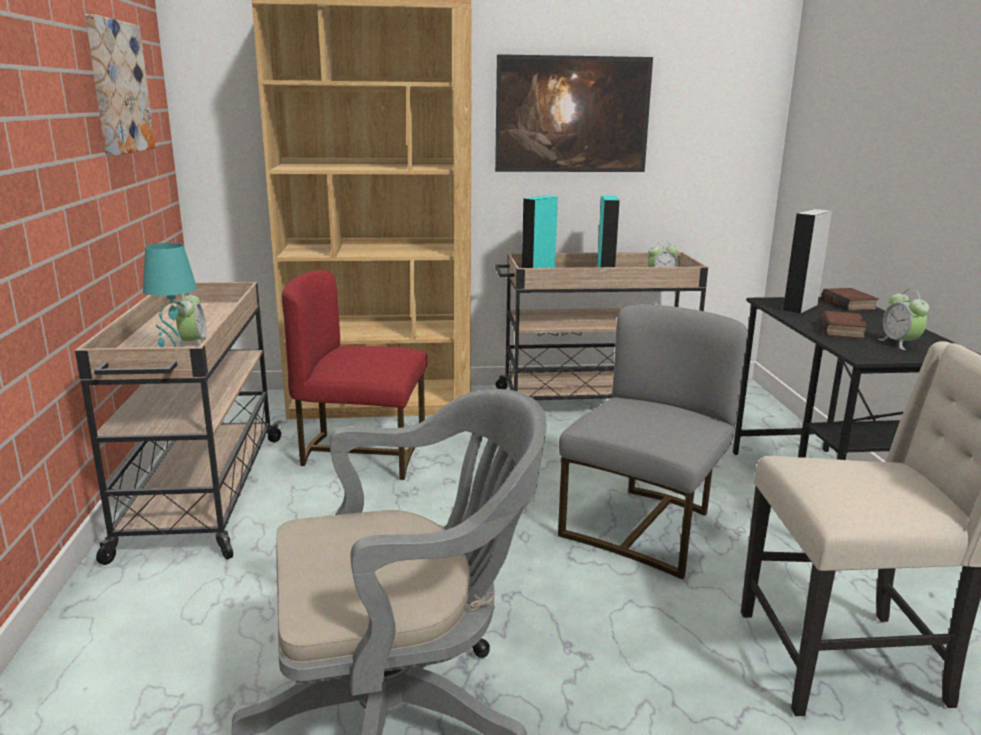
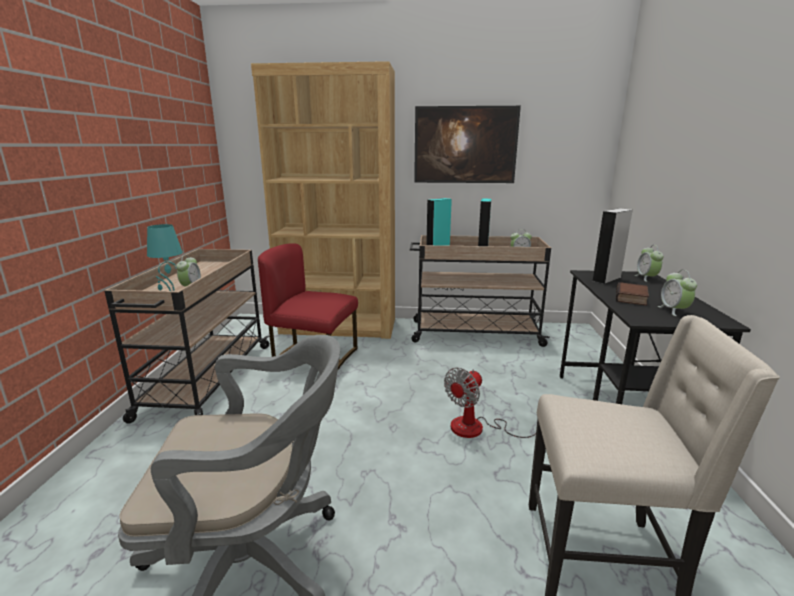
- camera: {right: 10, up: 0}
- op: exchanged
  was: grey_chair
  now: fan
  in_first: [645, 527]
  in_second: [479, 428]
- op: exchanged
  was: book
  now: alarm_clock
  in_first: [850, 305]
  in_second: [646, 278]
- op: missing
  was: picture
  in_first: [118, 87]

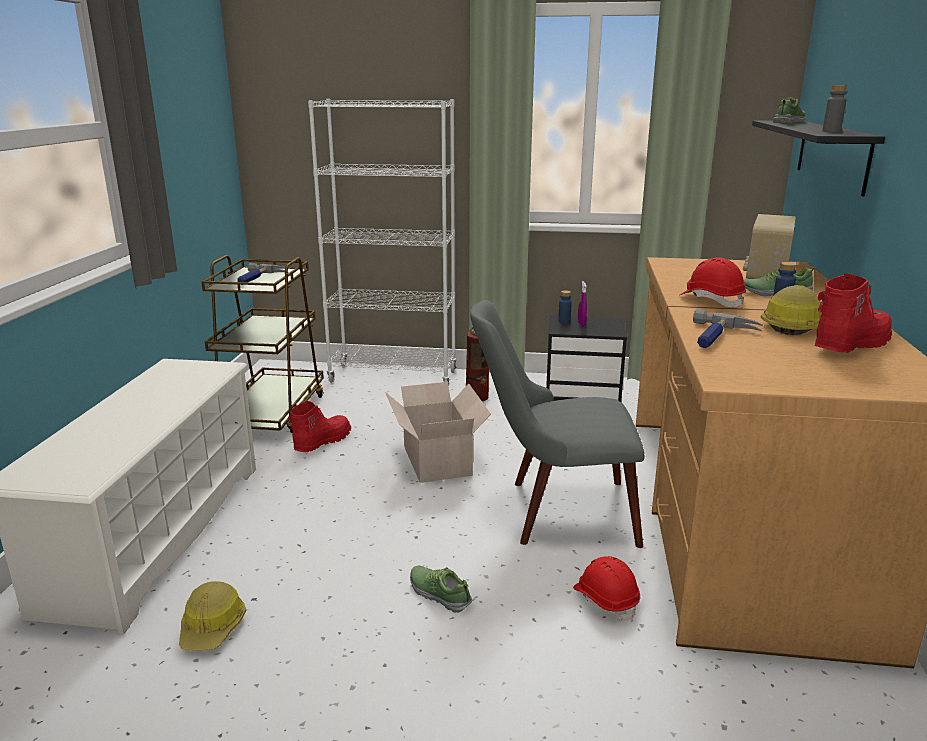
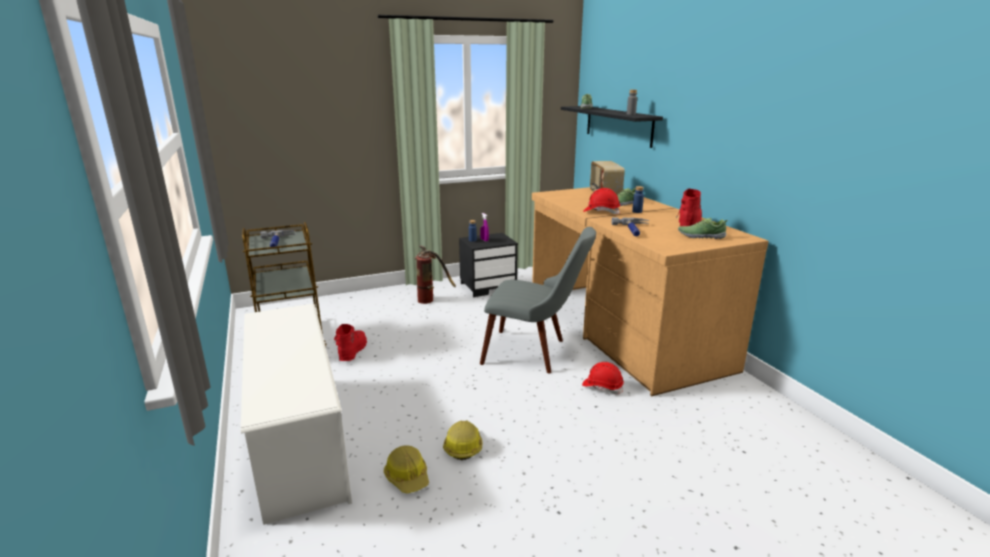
- camera: {right: -30, up: 0}
- op: relocated
  was: hard_hat
  in_first: [792, 325]
  in_second: [463, 446]
- op: spun
  was: grey_chair
  in_first: [553, 512]
  in_second: [535, 352]
  clockwise: -135
- op: relocated
  was: shoe
  in_first: [439, 594]
  in_second: [701, 236]
- op: missing
  was: white_bookcase
  in_first: [393, 377]
- op: missing
  was: cardboard_box
  in_first: [437, 459]

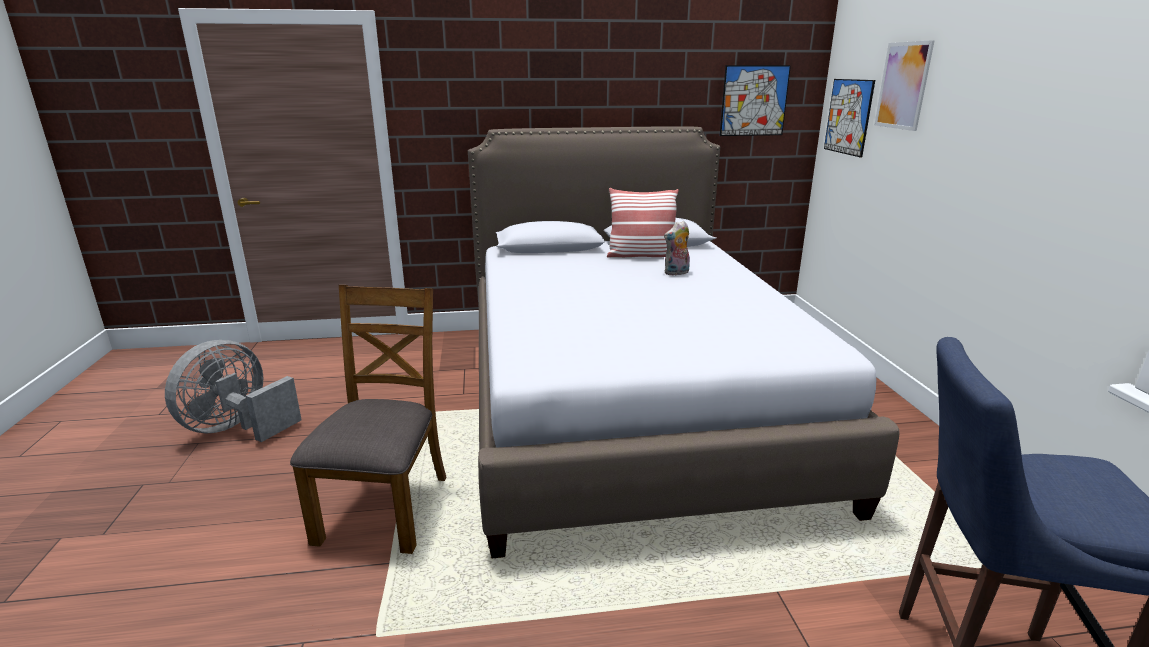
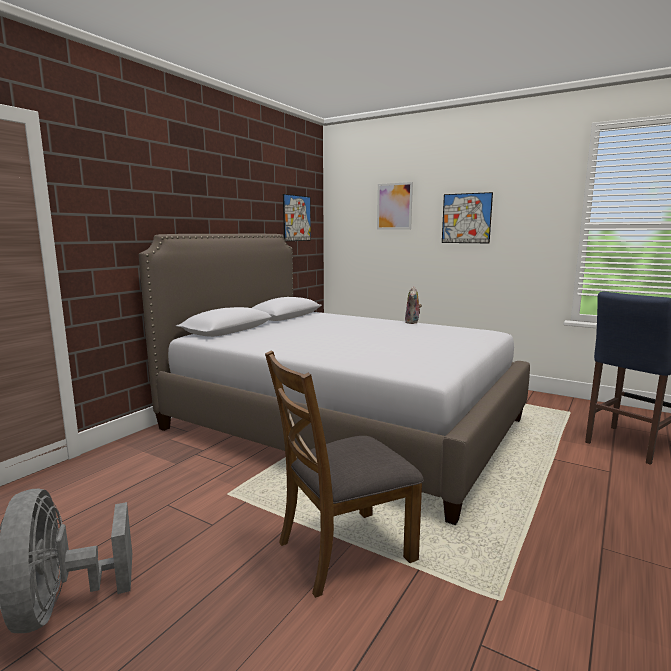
- camera: {right: -50, up: -10}
- op: spun
  was: brown_chair
  in_first: [385, 507]
  in_second: [344, 550]
  clockwise: -75
- op: relocated
  was: plush_toy
  in_first: [676, 273]
  in_second: [413, 322]
- op: relocated
  was: picture
  in_first: [848, 117]
  in_second: [466, 218]
- op: missing
  was: pillow
  in_first: [641, 255]

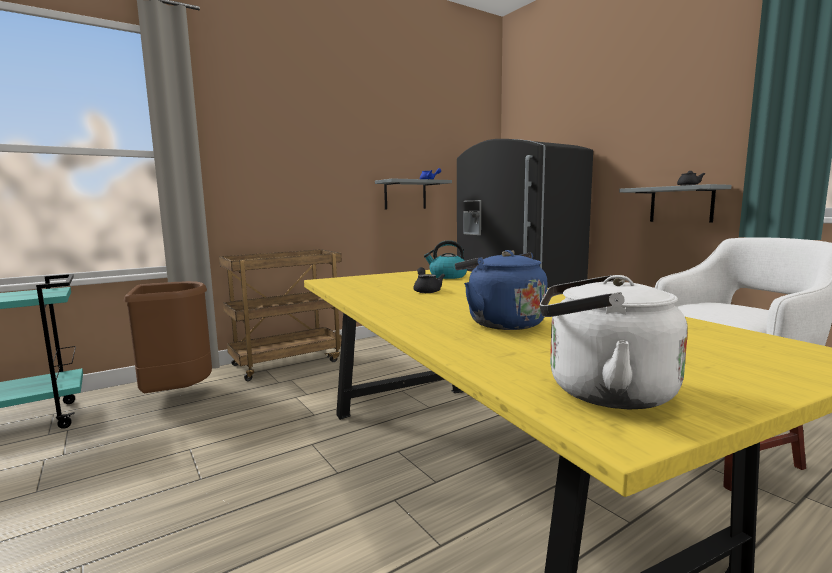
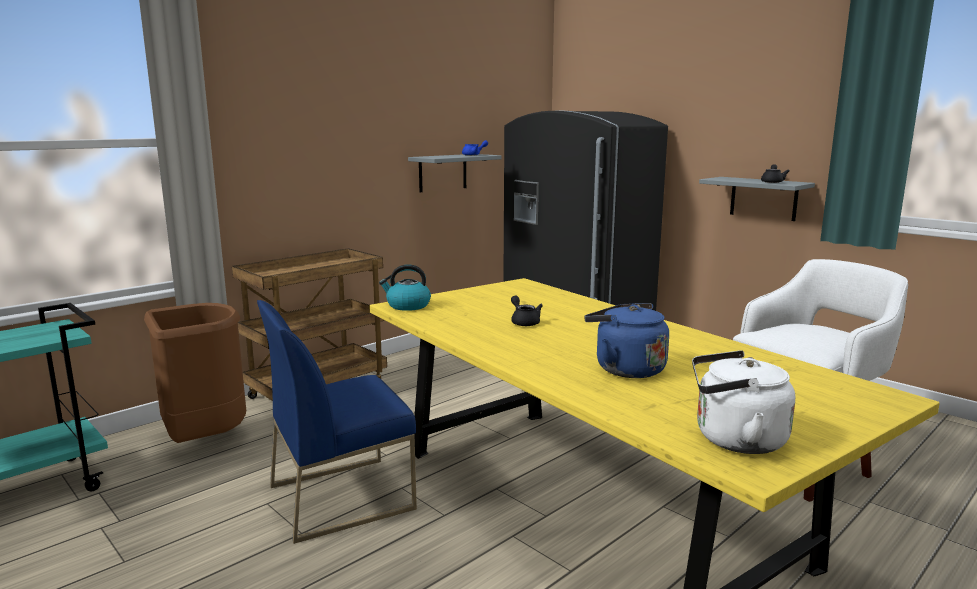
- camera: {right: -10, up: 5}
- op: appeared
  now: blue_chair
  in_second: [342, 496]
- op: relocated
  was: kettle
  in_first: [447, 276]
  in_second: [407, 306]

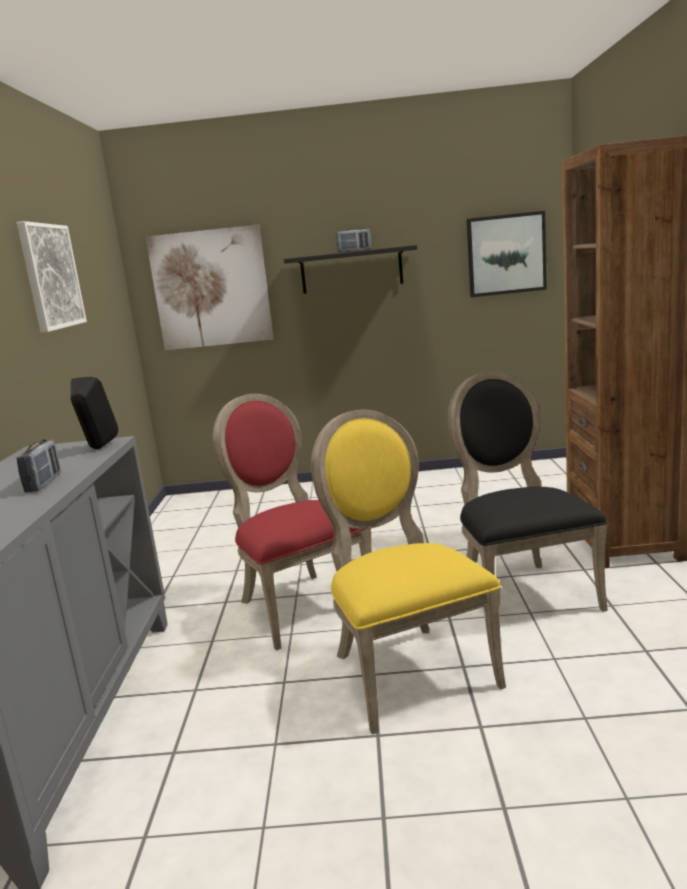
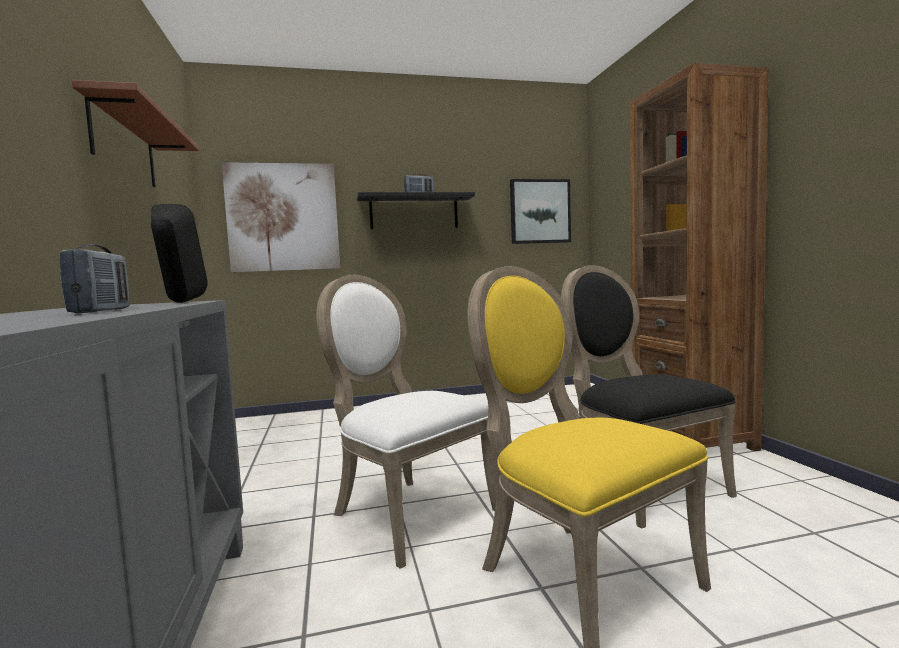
- camera: {right: -15, up: -10}
- op: exchanged
  was: picture
  now: brown_shelf
  in_first: [51, 276]
  in_second: [124, 145]
- op: colour
  was: red_chair
  now: white_chair
  in_first: [300, 604]
  in_second: [407, 513]

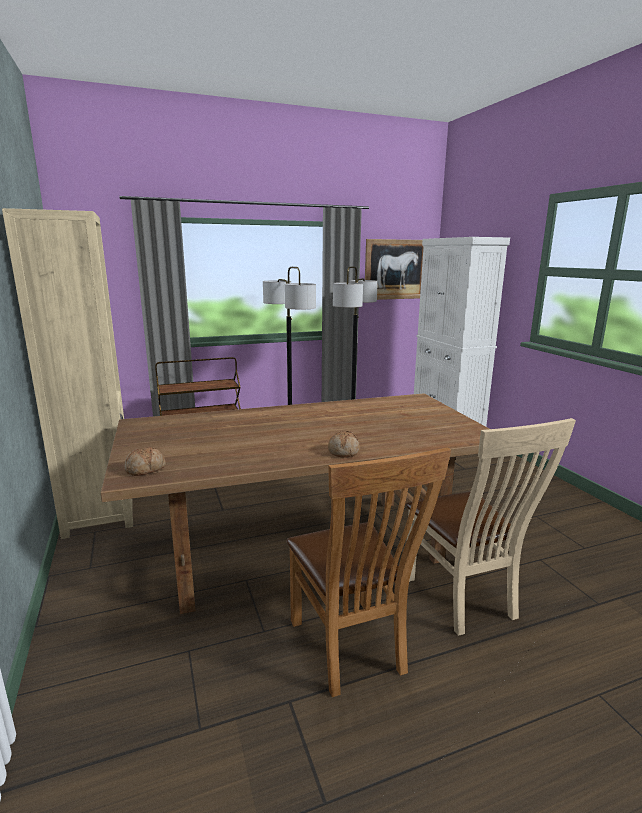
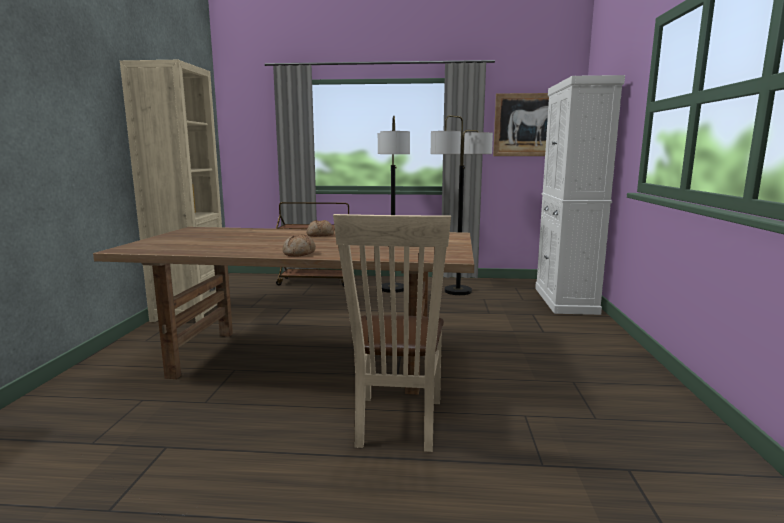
- camera: {right: 25, up: -5}
- op: relocated
  was: bread
  in_first: [145, 469]
  in_second: [320, 235]
- op: missing
  was: brown_chair
  in_first: [351, 650]

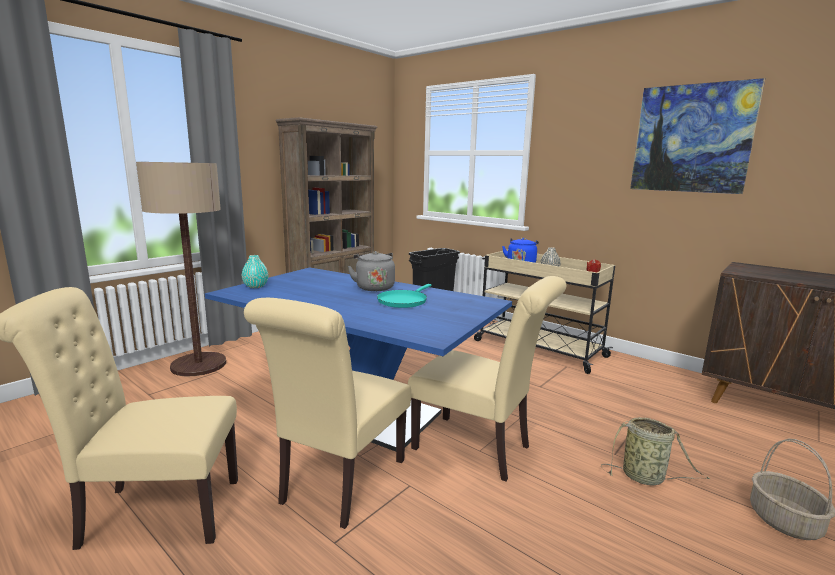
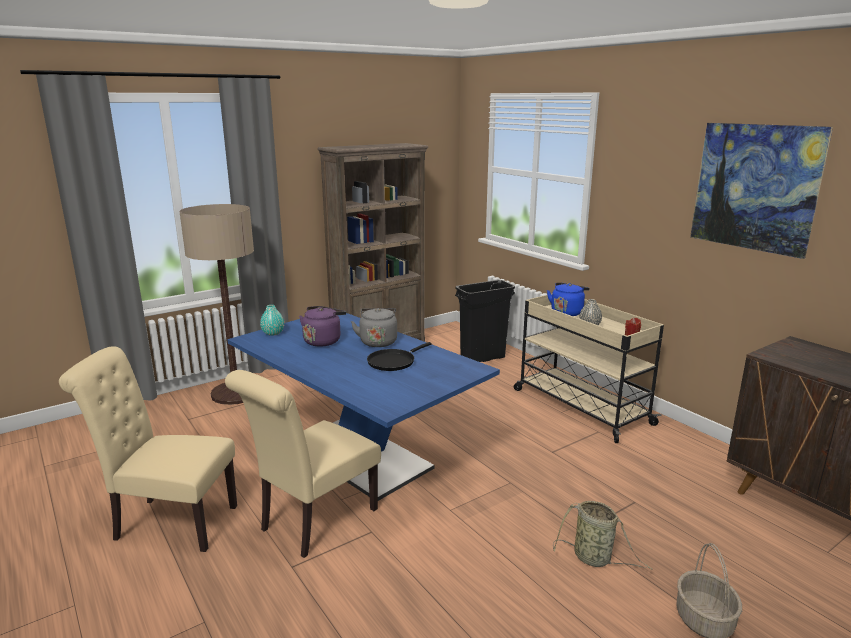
- camera: {right: 15, up: 5}
- op: appeared
  now: purple_kettle
  in_second: [323, 341]
- op: colour
  was: turquoise_frying_pan
  now: black_frying_pan
  in_first: [404, 301]
  in_second: [393, 362]
- op: missing
  was: beige_chair
  in_first: [478, 449]

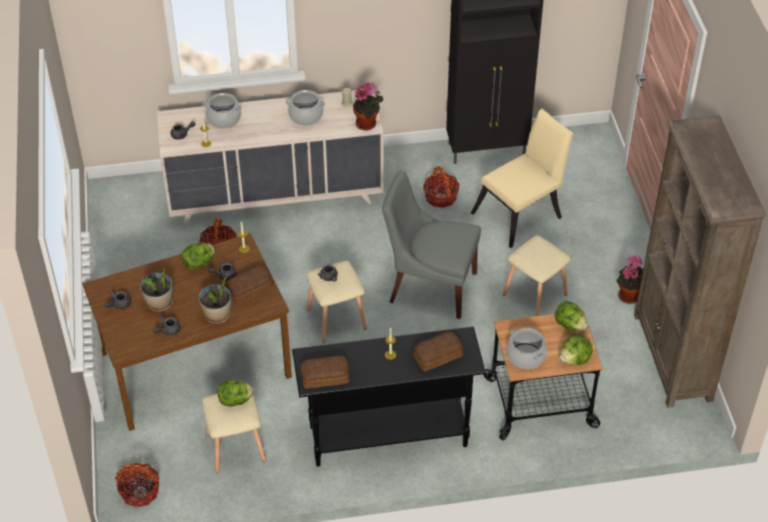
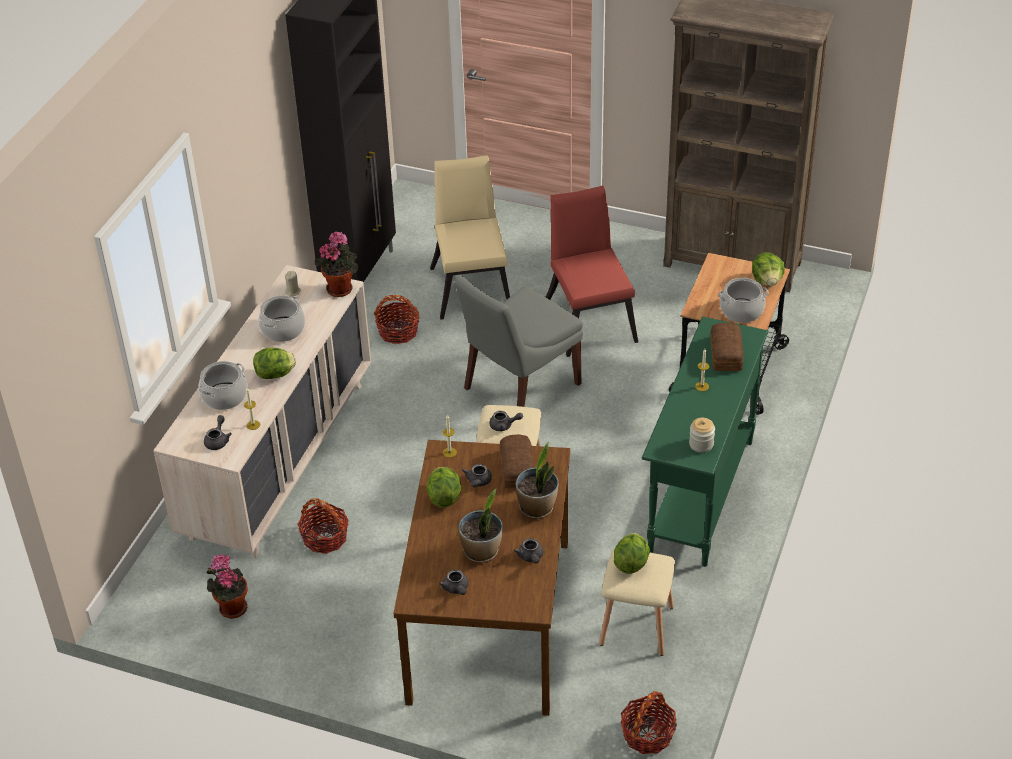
- camera: {right: -60, up: -5}
- op: relocated
  was: potted_plant
  in_first: [628, 295]
  in_second: [231, 607]
- op: relocated
  was: lettuce
  in_first: [569, 325]
  in_second: [275, 374]
- op: exchanged
  was: beige_stool
  now: red_chair
  in_first: [536, 294]
  in_second: [589, 318]
- op: colour
  was: black_console_table
  now: green_console_table
  in_first: [387, 436]
  in_second: [700, 496]
- op: exchanged
  was: bread
  now: jar
  in_first: [326, 377]
  in_second: [701, 444]

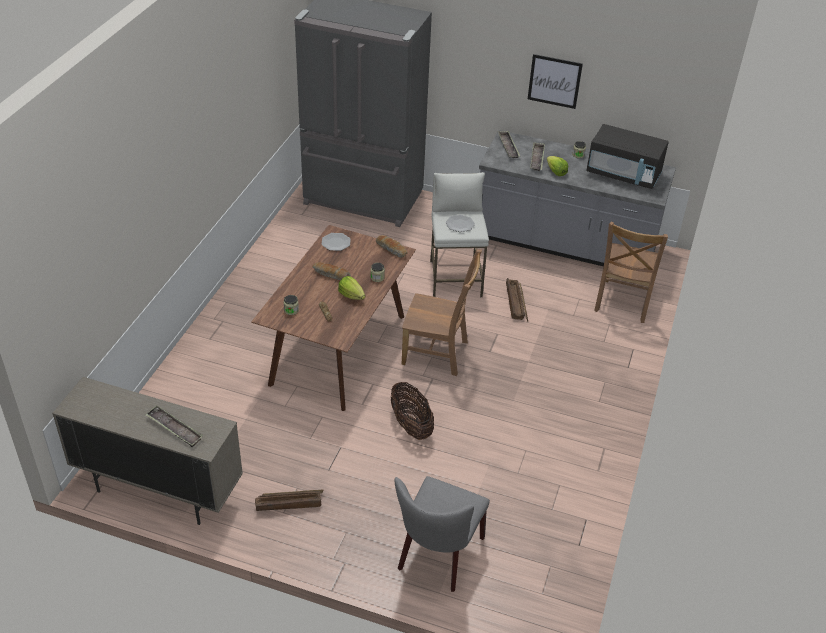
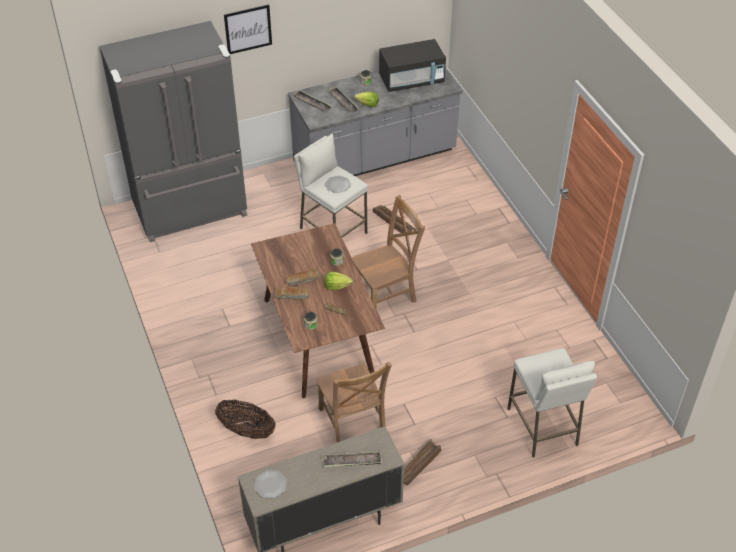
- camera: {right: -40, up: 5}
- op: relocated
  was: basket
  in_first: [411, 425]
  in_second: [247, 430]
- op: relocated
  was: picture
  in_first: [554, 81]
  in_second: [248, 29]
- op: relocated
  was: plate
  in_first: [336, 242]
  in_second: [270, 485]
- op: relocated
  was: bread
  in_first: [392, 249]
  in_second: [292, 296]
- op: relocated
  was: brown_chair
  in_first: [622, 302]
  in_second: [352, 424]
- op: exchanged
  was: grey_chair
  now: white_stool
  in_first: [437, 557]
  in_second: [543, 427]

